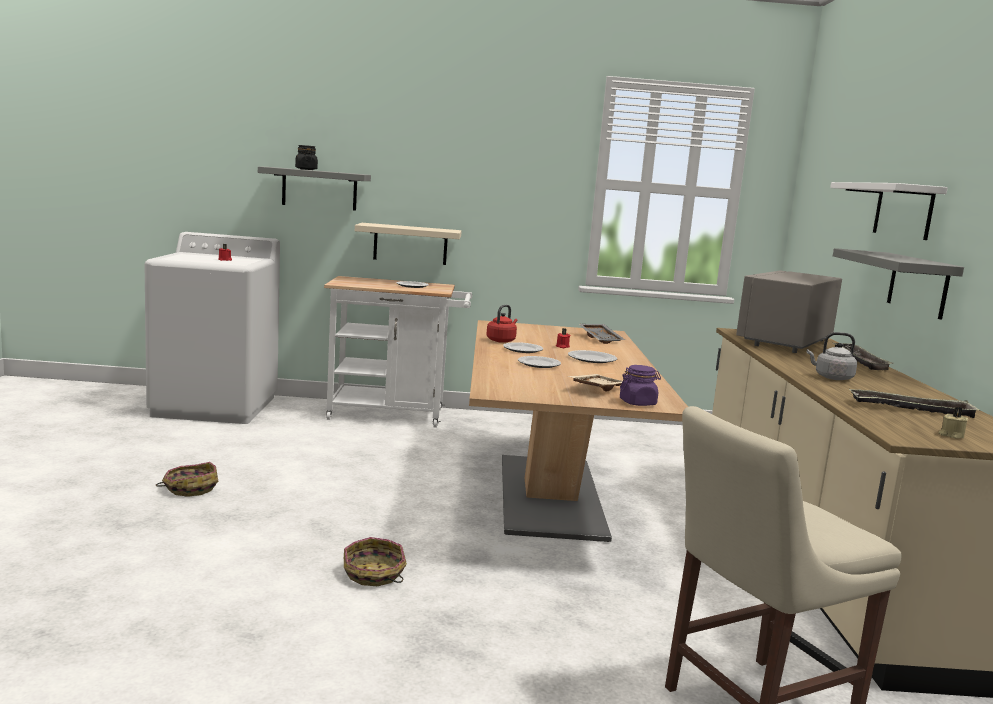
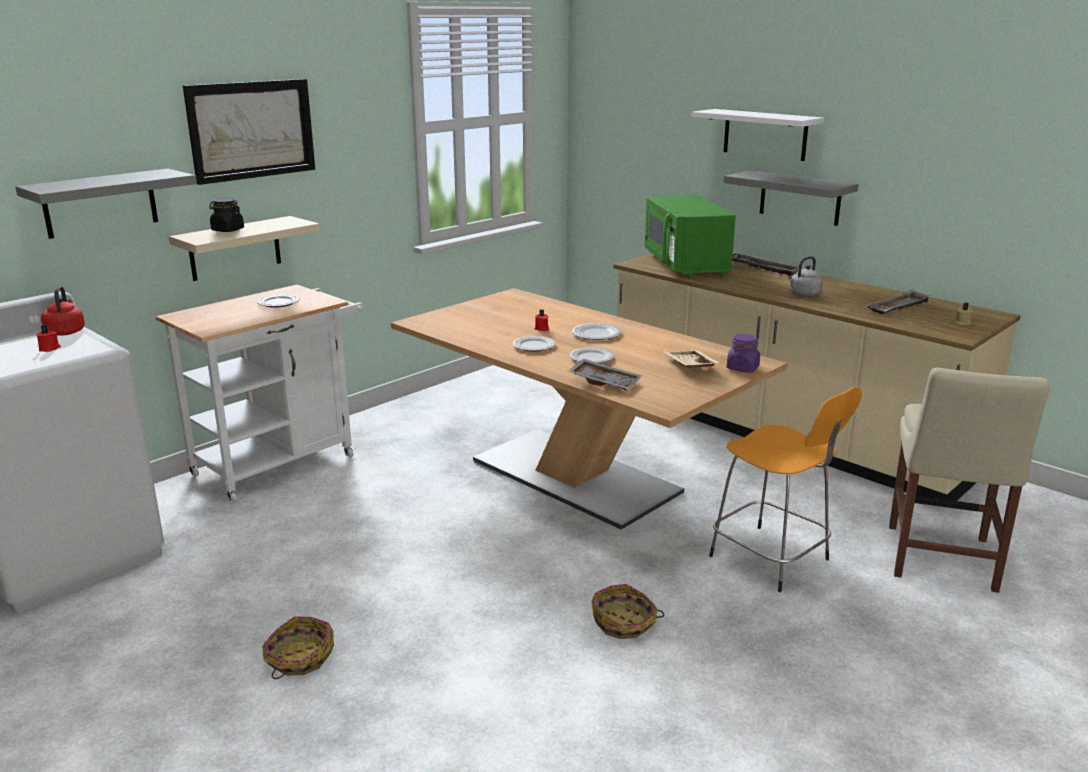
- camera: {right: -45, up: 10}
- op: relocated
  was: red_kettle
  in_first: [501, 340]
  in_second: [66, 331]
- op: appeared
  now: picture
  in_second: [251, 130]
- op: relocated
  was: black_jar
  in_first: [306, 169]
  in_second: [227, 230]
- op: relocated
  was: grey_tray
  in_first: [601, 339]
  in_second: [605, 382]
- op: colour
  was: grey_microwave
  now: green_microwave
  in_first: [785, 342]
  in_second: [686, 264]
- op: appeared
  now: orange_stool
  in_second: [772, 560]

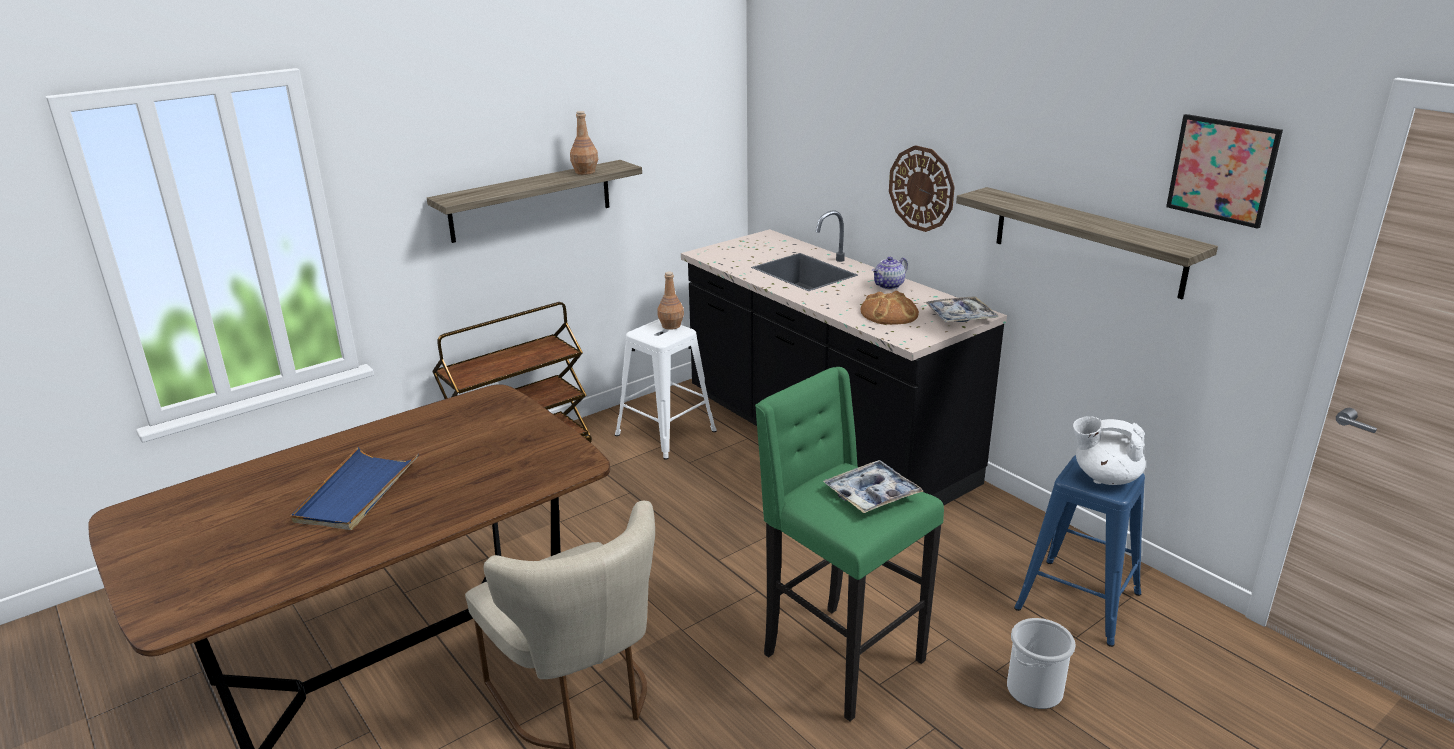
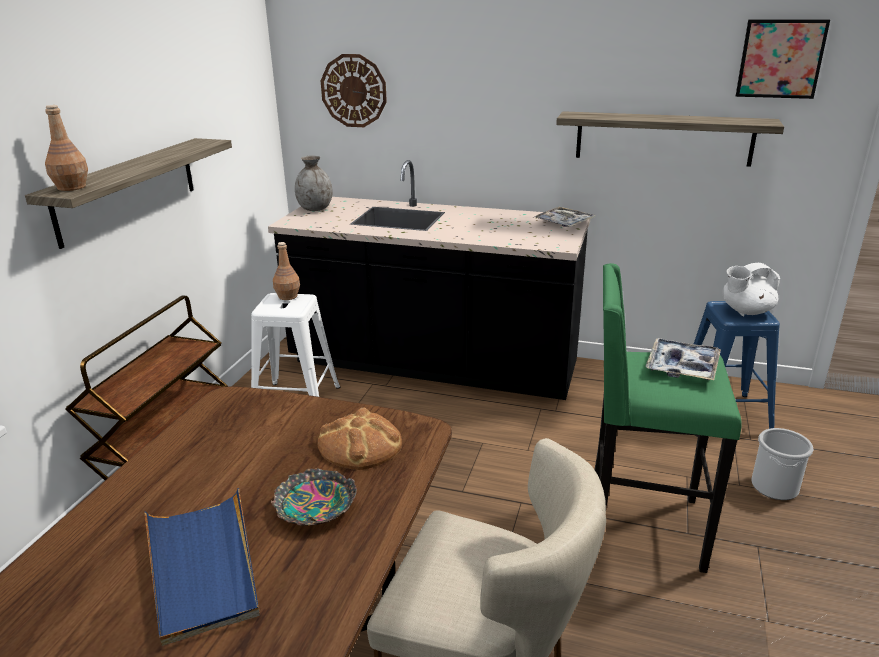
- camera: {right: -35, up: 0}
- op: relocated
  was: brown_bottle
  in_first: [585, 172]
  in_second: [71, 187]
- op: appeared
  now: bowl
  in_second: [314, 507]
- op: appeared
  now: grey_vase
  in_second: [315, 209]
- op: relocated
  was: bread
  in_first: [889, 313]
  in_second: [360, 444]
- op: relocated
  was: wall_clock
  in_first: [921, 188]
  in_second: [354, 91]
- op: missing
  was: teapot
  in_first: [889, 285]

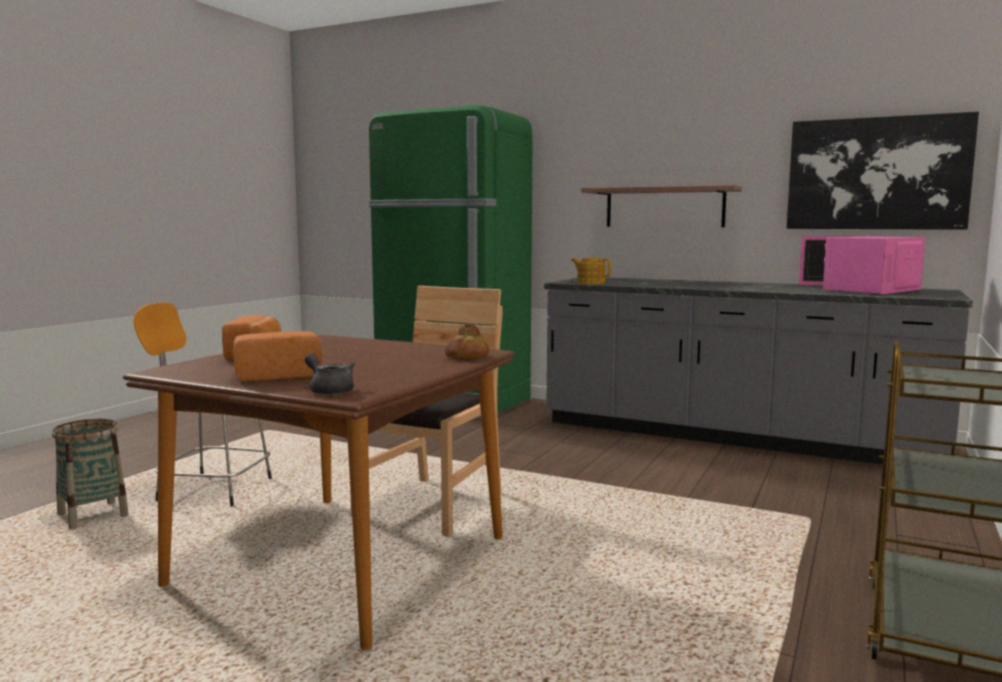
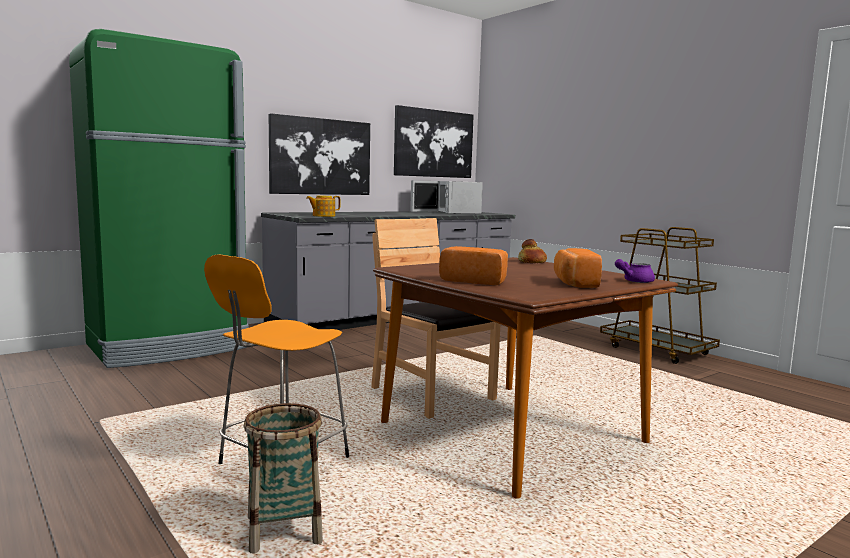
- camera: {right: -65, up: 0}
- op: exchanged
  was: shelf
  now: picture
  in_first: [664, 207]
  in_second: [320, 156]
- op: colour
  was: pink_microwave
  now: white_microwave
  in_first: [869, 290]
  in_second: [455, 212]
- op: colour
  was: grey_teapot
  now: purple_teapot
  in_first: [329, 390]
  in_second: [634, 281]

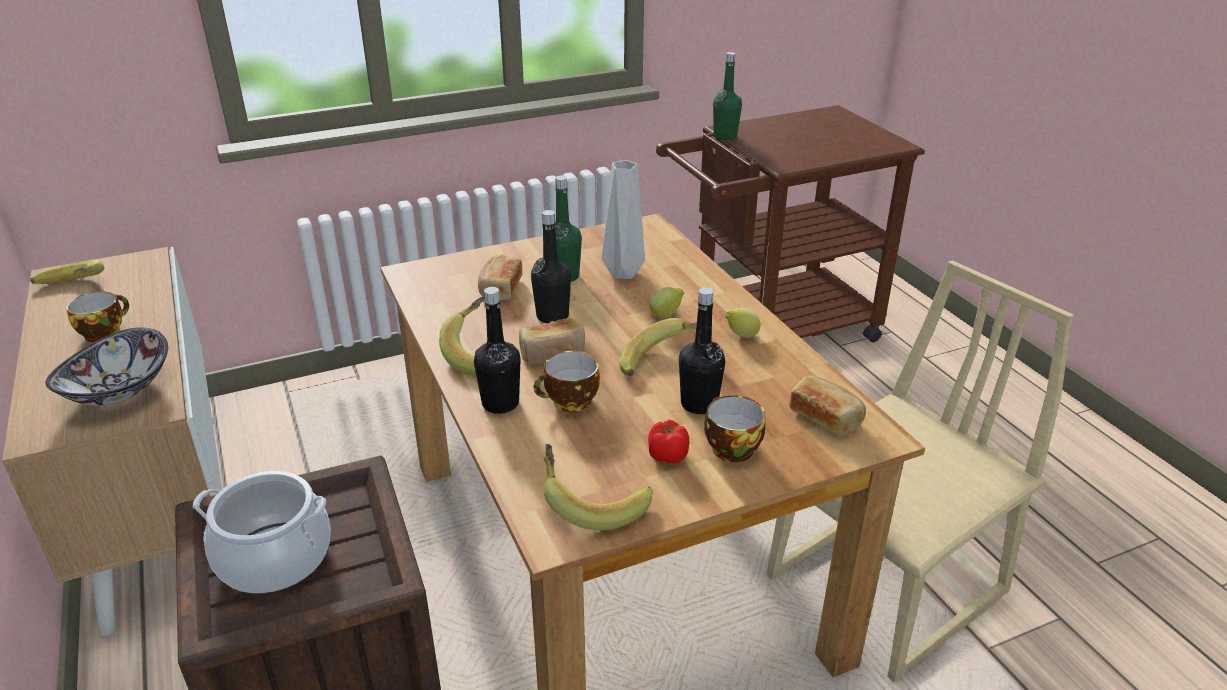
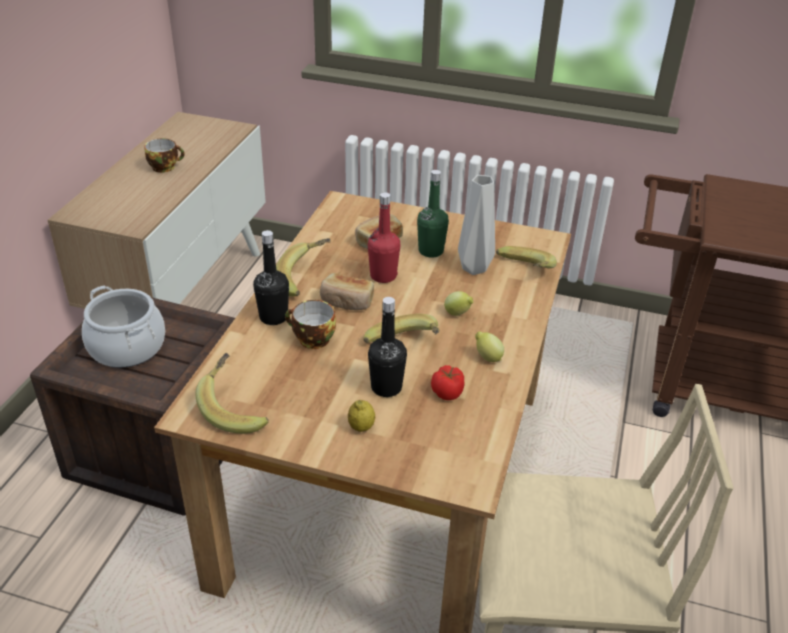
- camera: {right: 40, up: 5}
- op: exchanged
  was: cup
  now: lemon
  in_first: [729, 448]
  in_second: [361, 427]
- op: colour
  was: black_bottle
  now: red_bottle
  in_first: [552, 316]
  in_second: [383, 276]
- op: relocated
  was: tomato
  in_first: [668, 455]
  in_second: [448, 392]
- op: relocated
  was: banana
  in_first: [71, 290]
  in_second: [522, 273]
- op: missing
  was: bowl
  in_first: [120, 391]
- op: missing
  was: green_bottle
  in_first: [725, 136]
- op: missing
  was: bread
  in_first: [826, 418]

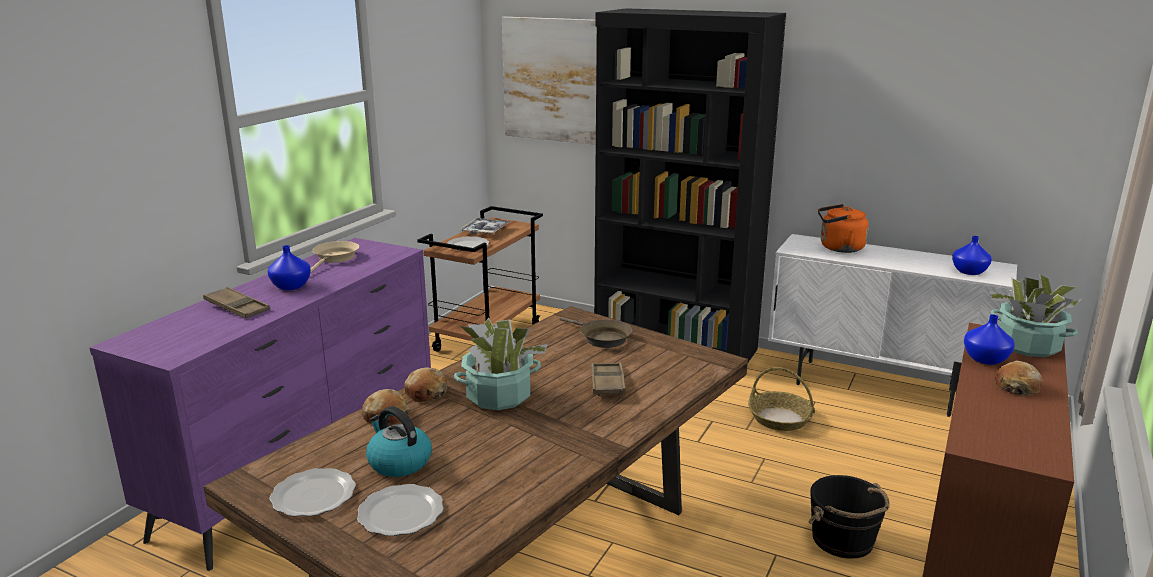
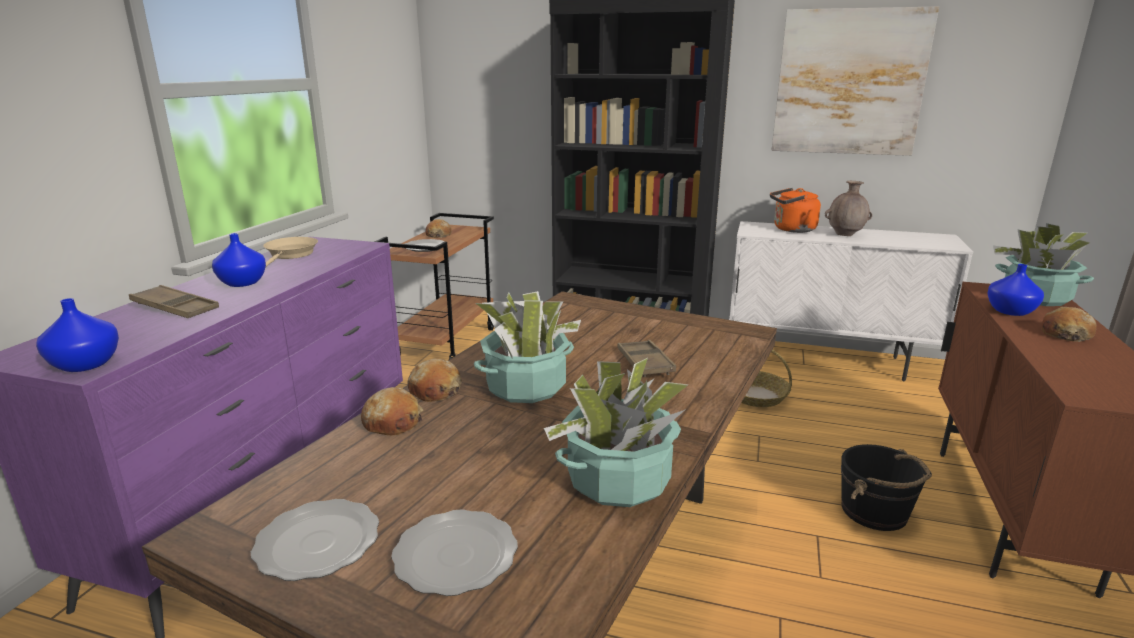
- camera: {right: -10, up: 0}
- op: relocated
  was: blue_vase
  in_first: [969, 272]
  in_second: [85, 365]
- op: exchanged
  was: tray
  now: bread
  in_first: [485, 231]
  in_second: [438, 235]
- op: appeared
  now: potted_plant
  in_second: [618, 480]
- op: relocated
  was: picture
  in_first: [557, 80]
  in_second: [849, 83]
- op: appeared
  now: brown_vase
  in_second: [845, 235]
- op: missing
  was: kettle
  in_first: [398, 462]
- op: missing
  was: brown_frying_pan
  in_first: [602, 338]

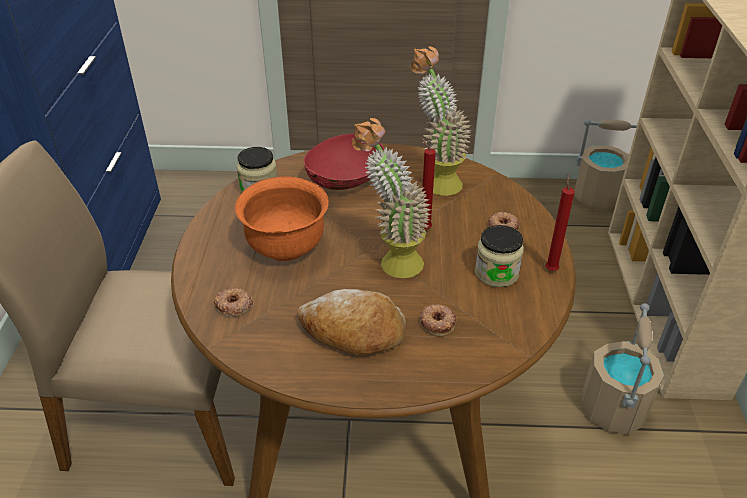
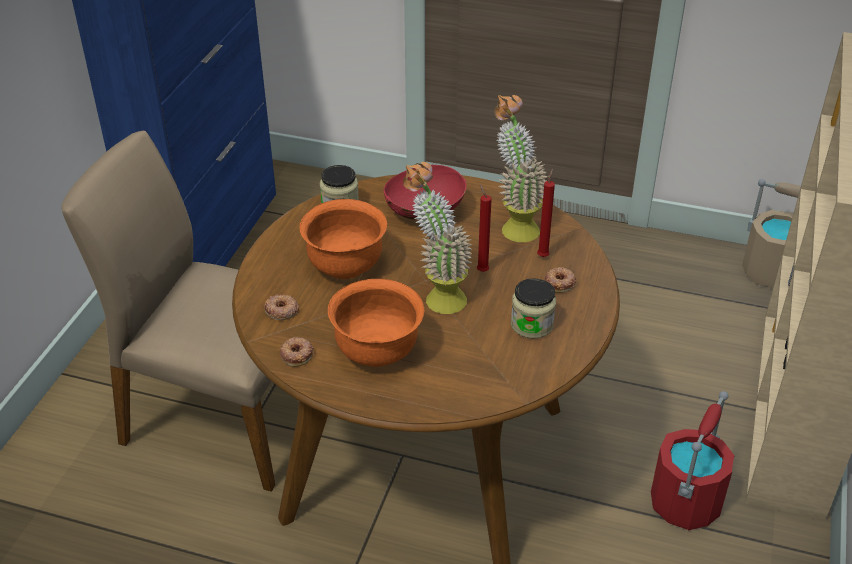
- camera: {right: 15, up: 0}
- op: relocated
  was: donut
  in_first: [437, 322]
  in_second: [297, 354]
- op: exchanged
  was: bread
  now: orange_bowl
  in_first: [353, 331]
  in_second: [377, 352]
- op: relocated
  was: red_candle
  in_first: [551, 269]
  in_second: [543, 255]
- op: colour
  was: beige_bucket
  now: red_bucket
  in_first: [613, 409]
  in_second: [685, 503]

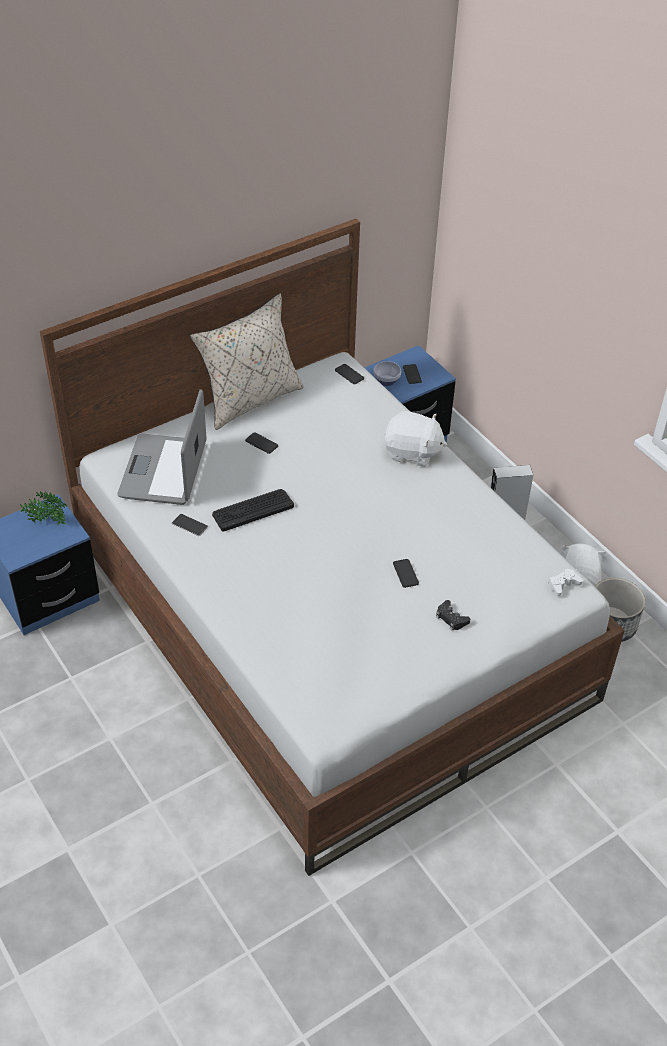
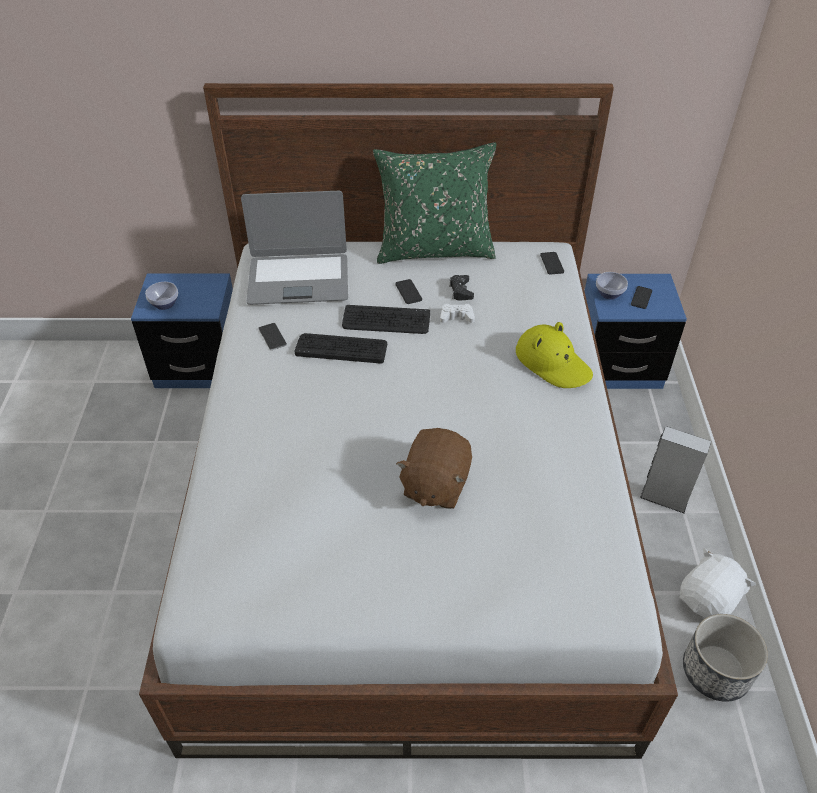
- camera: {right: 35, up: 0}
- op: appeared
  now: bowl
  in_second: [164, 303]
- op: spun
  was: laptop
  in_first: [164, 470]
  in_second: [298, 279]
  clockwise: -135
- op: appeared
  now: keyboard
  in_second: [386, 321]
- op: colour
  was: beige_pillow
  now: green_pillow
  in_first: [249, 399]
  in_second: [434, 250]
- op: exchanged
  was: phone
  now: brown_plush_toy
  in_first: [405, 573]
  in_second: [435, 485]
- op: relocated
  was: white_game_controller
  in_first: [563, 585]
  in_second: [456, 317]
- op: relocated
  was: black_game_controller
  in_first: [451, 618]
  in_second: [460, 291]
- op: exchanged
  was: white_plush_toy
  now: yellow_hat
  in_first: [412, 452]
  in_second: [553, 363]
- op: missing
  was: potted_plant
  in_first: [47, 521]

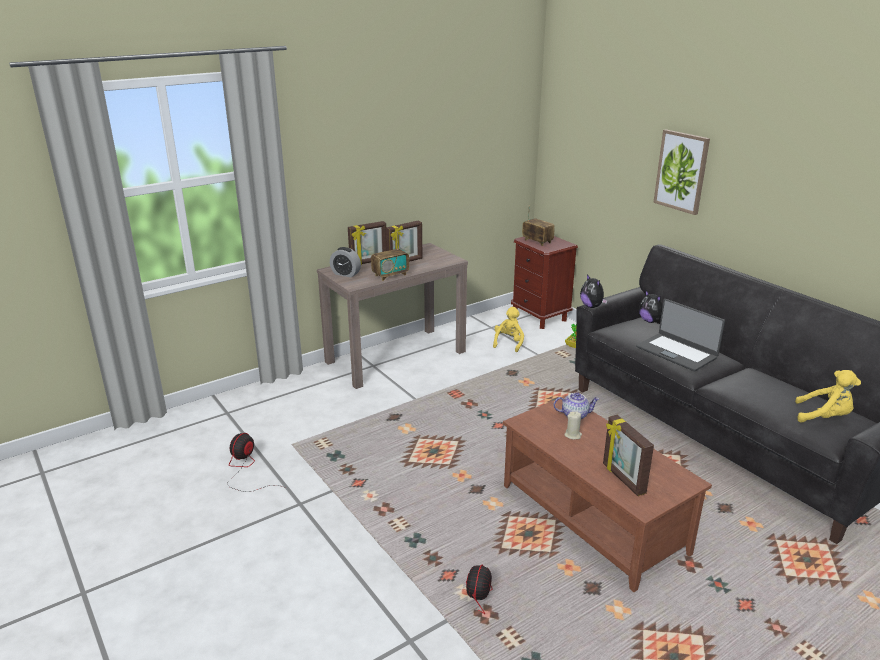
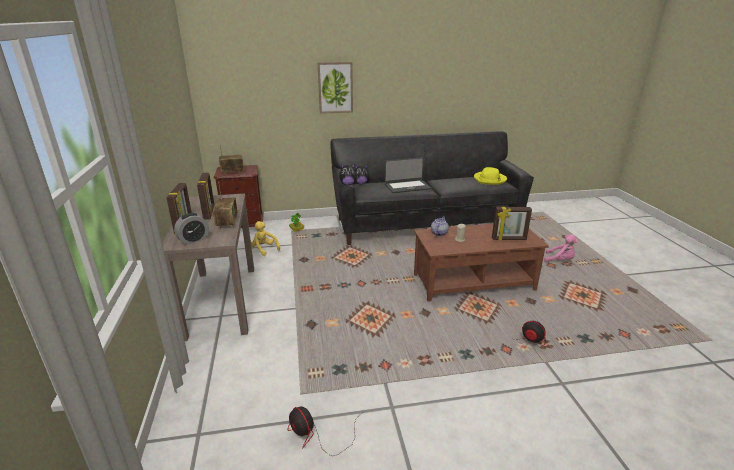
- camera: {right: -65, up: 0}
- op: exchanged
  was: yellow_plush_toy
  now: yellow_hat
  in_first: [824, 417]
  in_second: [490, 180]
- op: appeared
  now: pink_plush_toy
  in_second: [560, 260]

